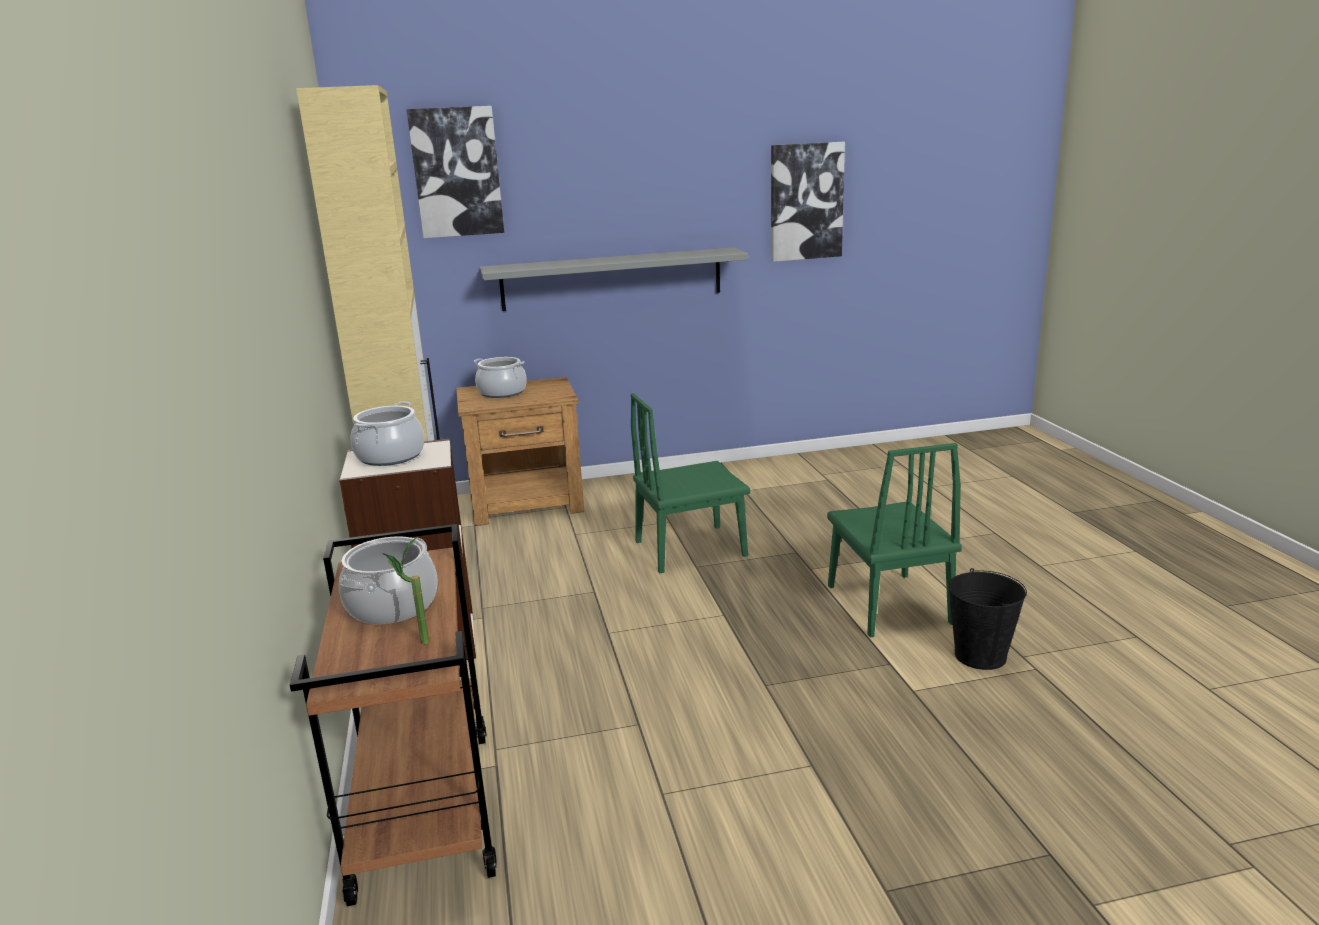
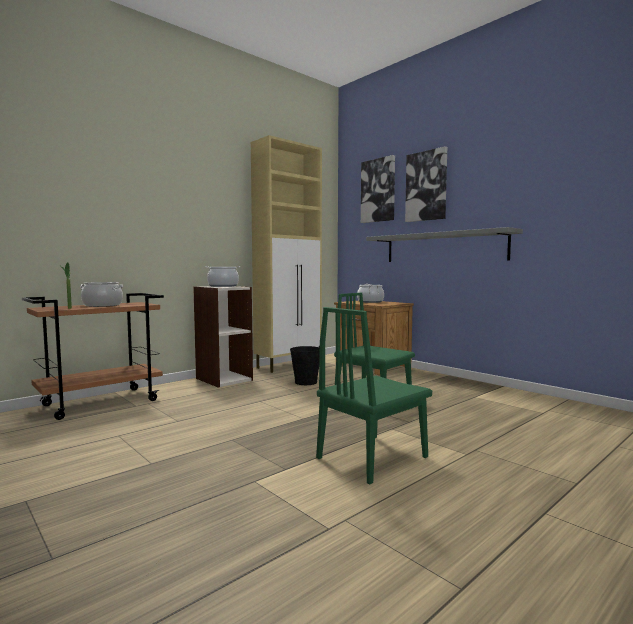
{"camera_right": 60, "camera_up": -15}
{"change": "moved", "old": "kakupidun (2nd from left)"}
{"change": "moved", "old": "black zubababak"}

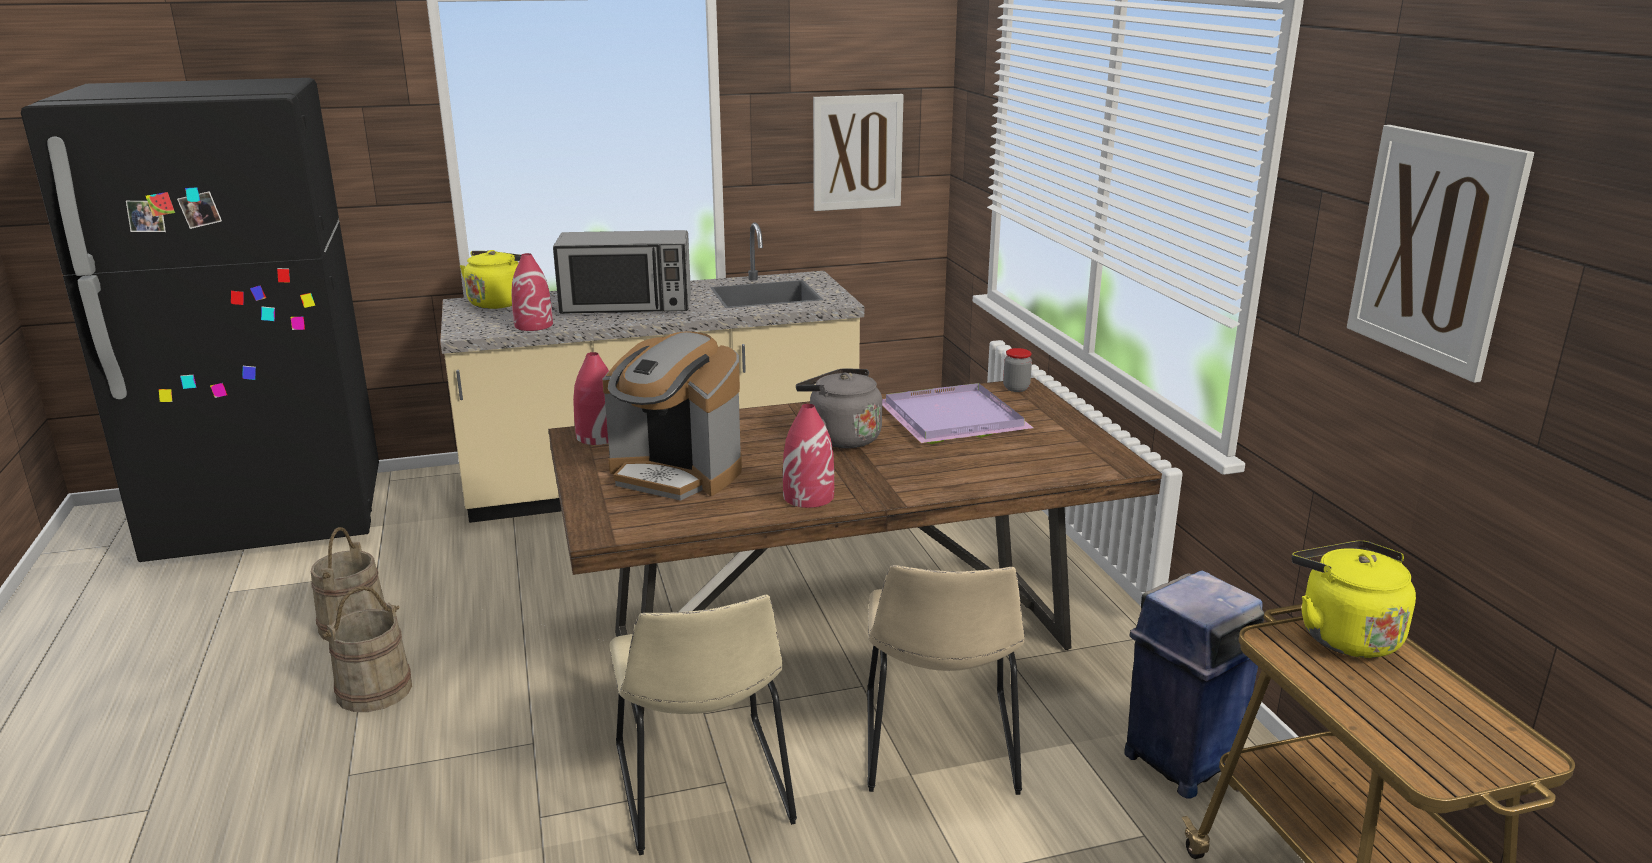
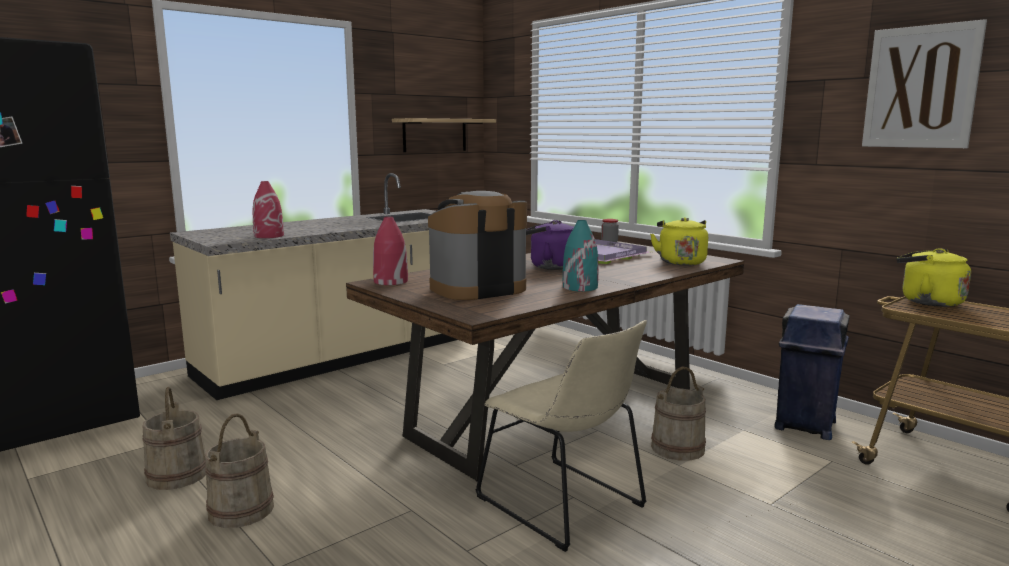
{"camera_right": -25, "camera_up": -10}
{"change": "moved", "old": "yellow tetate (1st from left)"}
{"change": "removed", "old": "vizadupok"}
{"change": "turned", "old": "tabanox", "degrees": 150}
{"change": "recoloured", "old": "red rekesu (3rd from left)", "new": "turquoise rekesu"}
{"change": "recoloured", "old": "grey tetate", "new": "purple tetate"}
{"change": "replaced", "old": "kakupidun (1st from left)", "new": "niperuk"}
{"change": "replaced", "old": "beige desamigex (2nd from left)", "new": "beige zubababak (3rd from left)"}

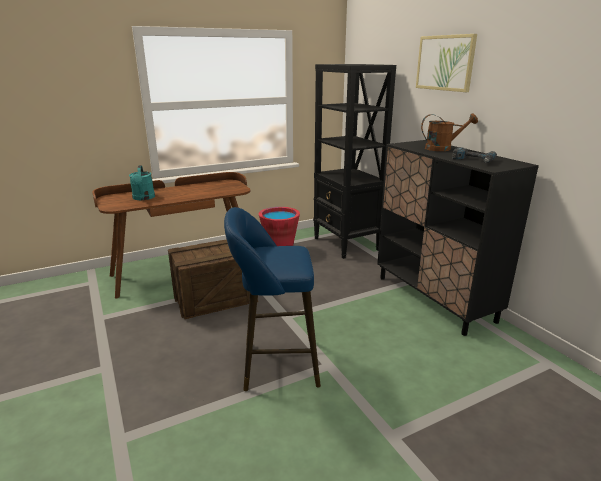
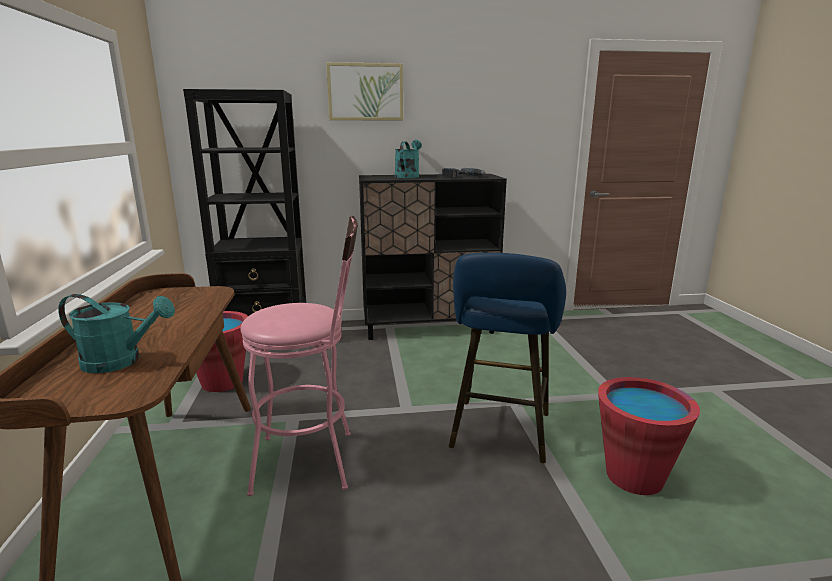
{"camera_right": -70, "camera_up": -5}
{"change": "replaced", "old": "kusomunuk", "new": "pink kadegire"}
{"change": "recoloured", "old": "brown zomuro", "new": "turquoise zomuro (2nd from left)"}
{"change": "added", "new": "red zubababak (2nd from left)"}

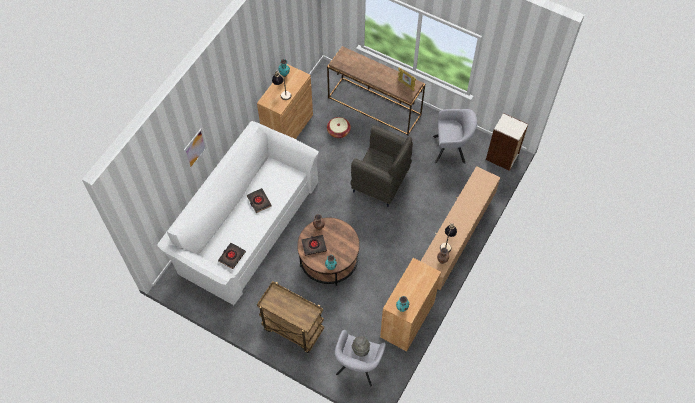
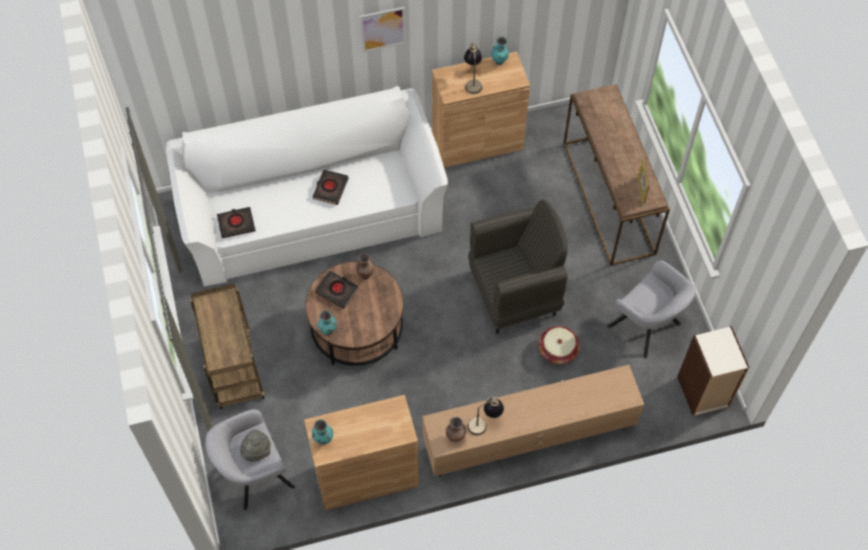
{"camera_right": 45, "camera_up": 0}
{"change": "moved", "old": "kakupidun"}
{"change": "moved", "old": "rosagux"}
{"change": "turned", "old": "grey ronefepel (2nd from left)", "degrees": -90}

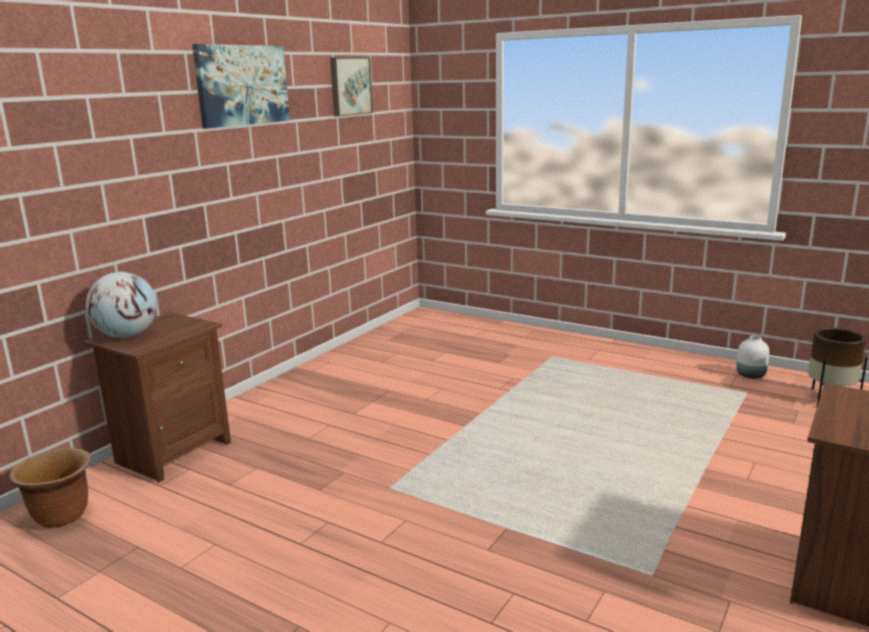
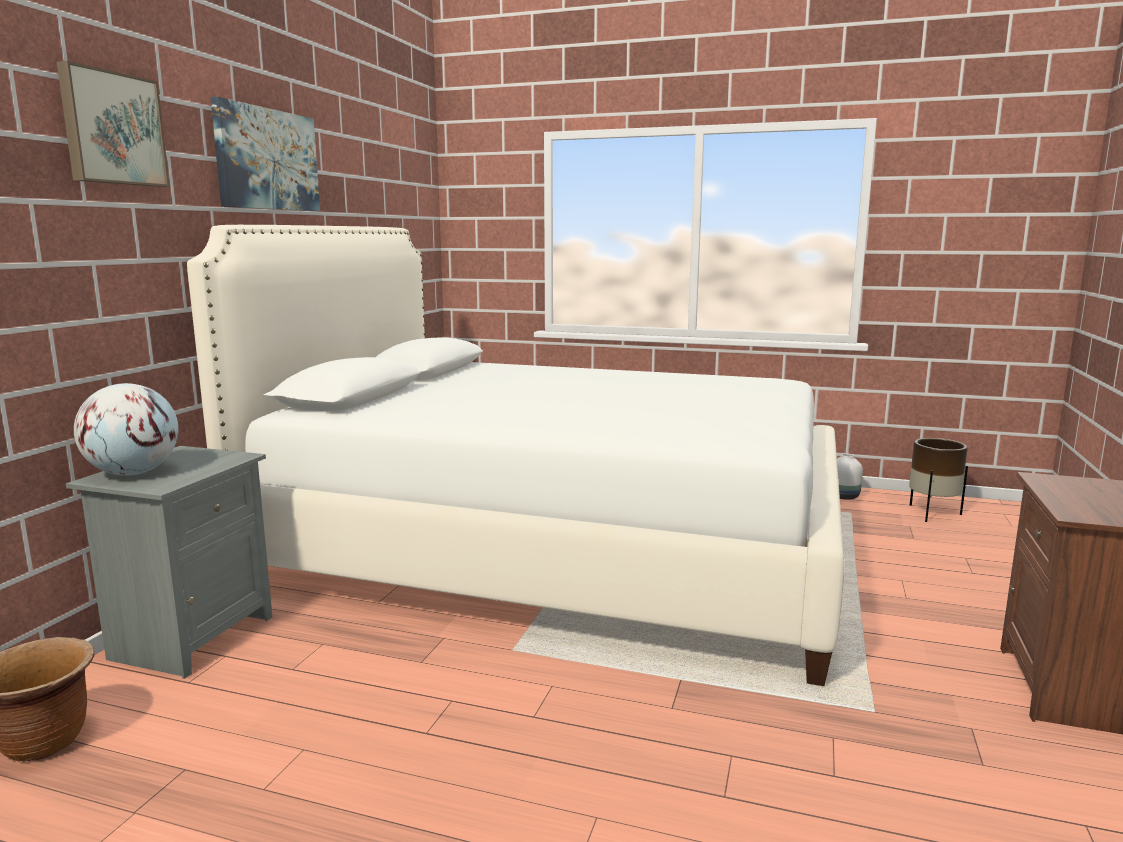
{"camera_right": -15, "camera_up": -5}
{"change": "recoloured", "old": "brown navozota (1st from left)", "new": "grey navozota"}
{"change": "moved", "old": "kakupidun (2nd from left in the first image)", "new": "kakupidun (1st from left)"}
{"change": "added", "new": "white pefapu"}

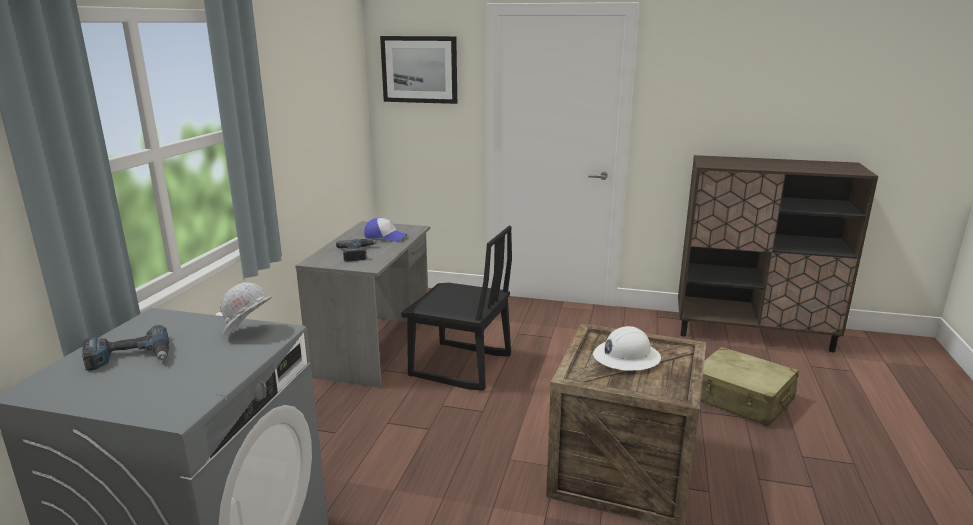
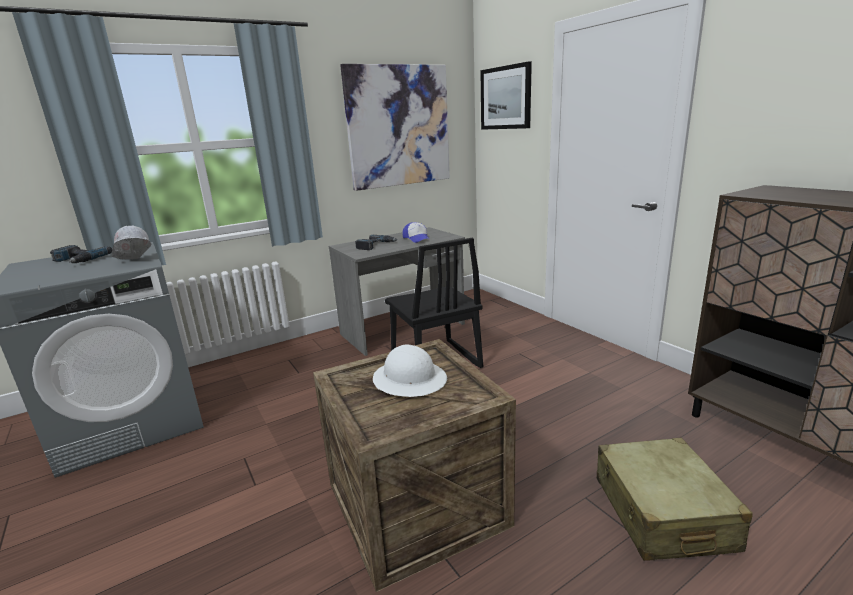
{"camera_right": 45, "camera_up": 0}
{"change": "added", "new": "kakupidun (1st from left)"}

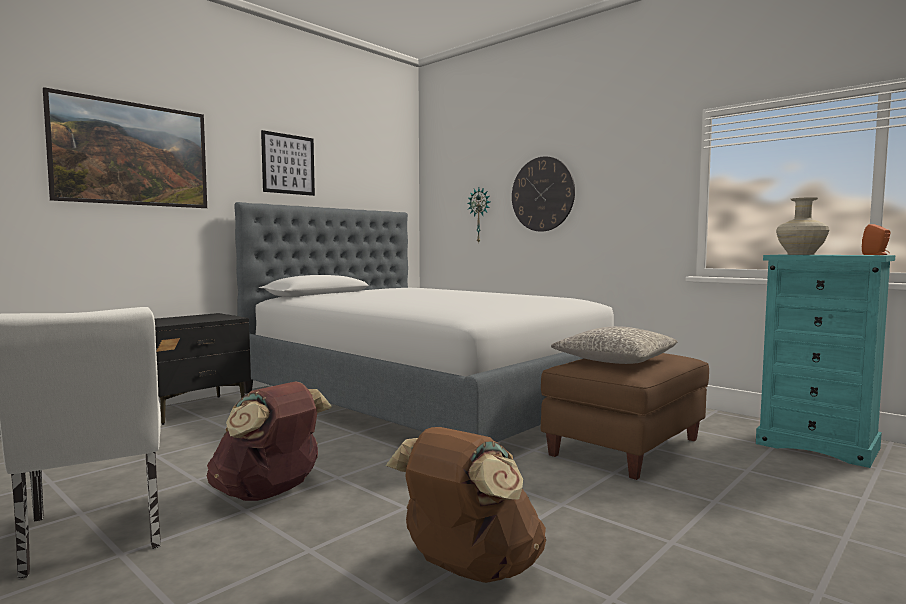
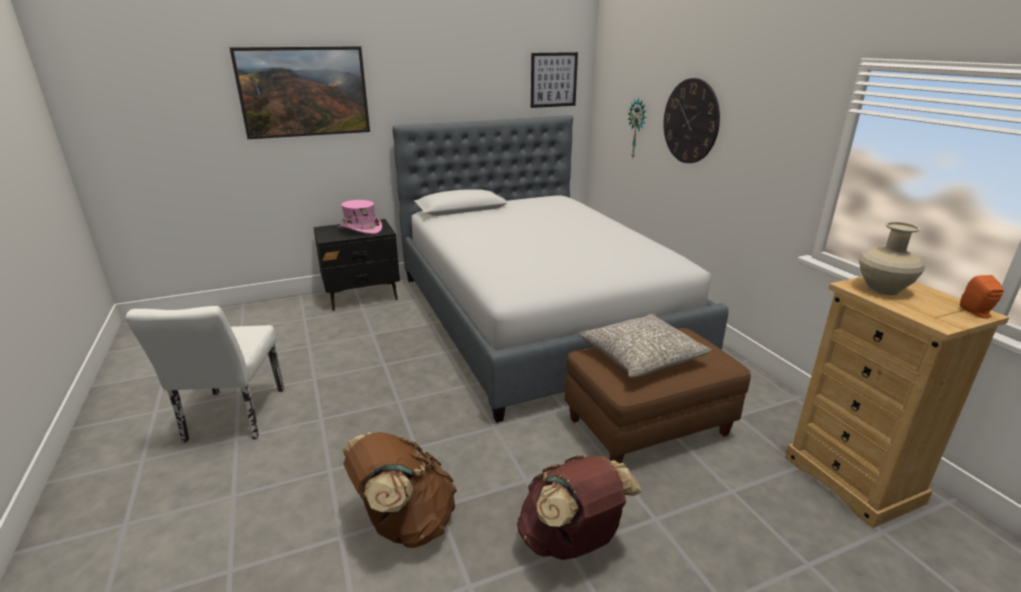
{"camera_right": 25, "camera_up": 20}
{"change": "moved", "old": "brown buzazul (1st from left in the first image)", "new": "brown buzazul (2nd from left)"}
{"change": "moved", "old": "kakupidun (2nd from left)"}
{"change": "recoloured", "old": "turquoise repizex", "new": "beige repizex"}
{"change": "added", "new": "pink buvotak"}

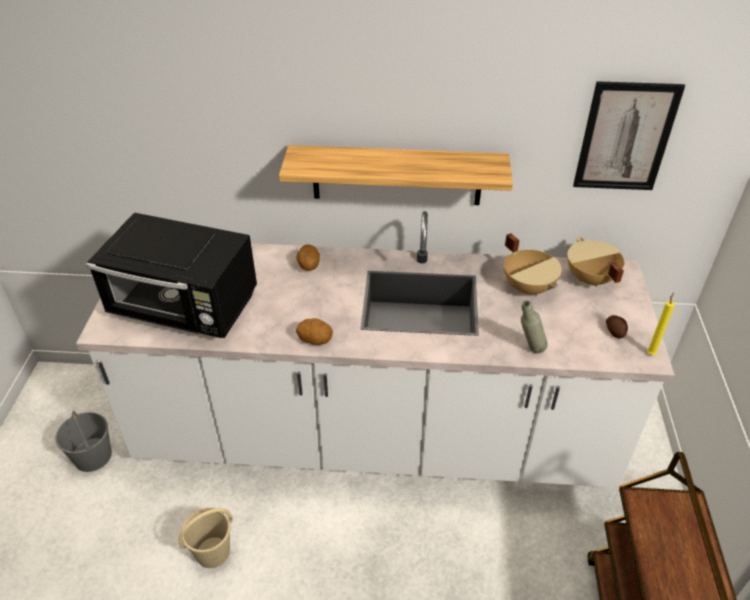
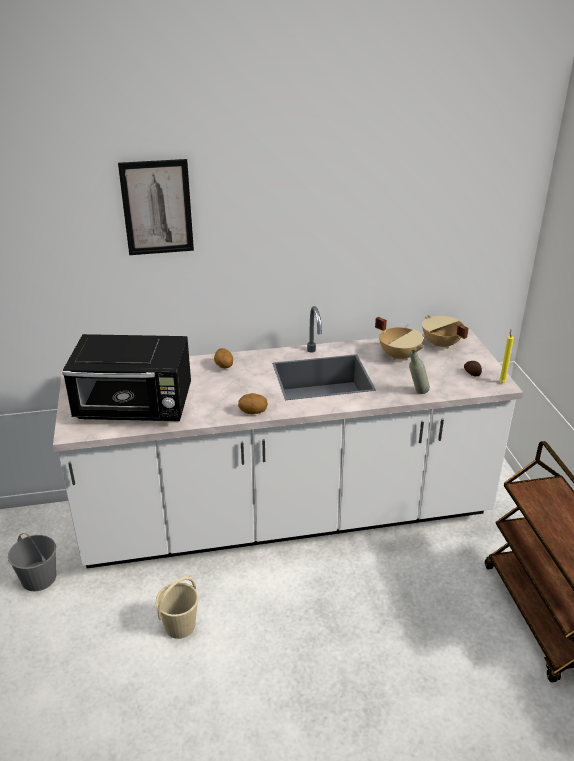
{"camera_right": -15, "camera_up": -10}
{"change": "removed", "old": "niperuk"}
{"change": "moved", "old": "kakupidun"}

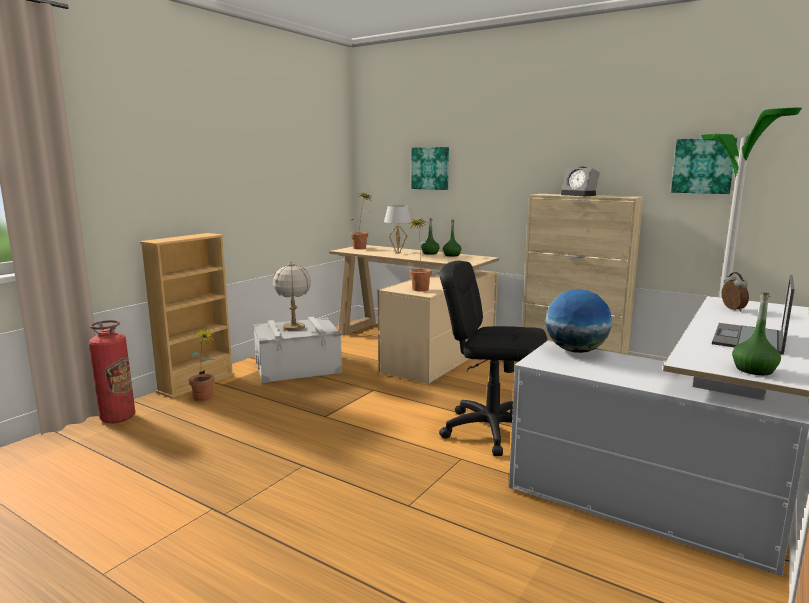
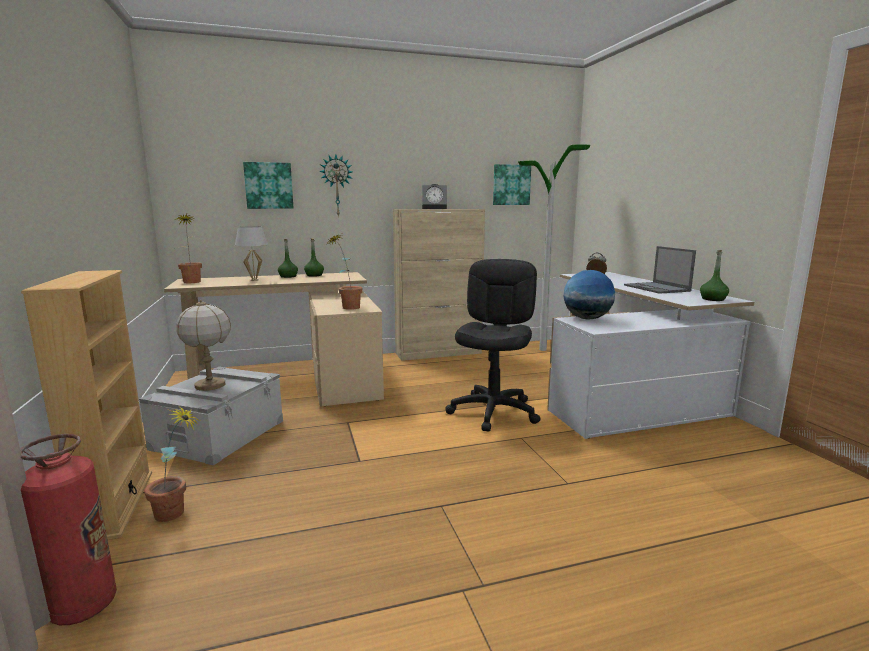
{"camera_right": -50, "camera_up": 0}
{"change": "turned", "old": "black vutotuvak", "degrees": 135}
{"change": "added", "new": "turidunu"}

